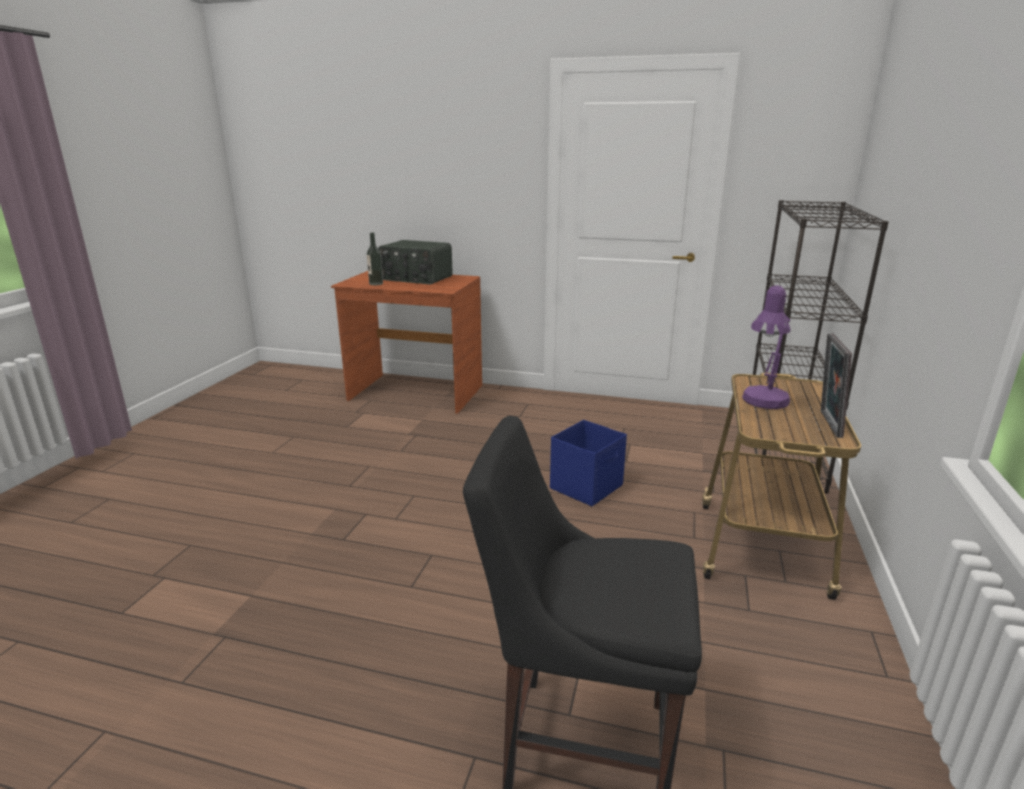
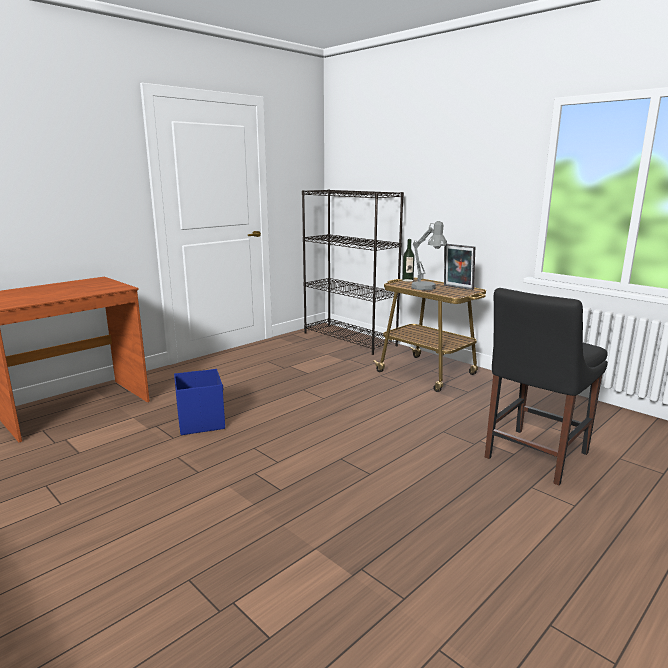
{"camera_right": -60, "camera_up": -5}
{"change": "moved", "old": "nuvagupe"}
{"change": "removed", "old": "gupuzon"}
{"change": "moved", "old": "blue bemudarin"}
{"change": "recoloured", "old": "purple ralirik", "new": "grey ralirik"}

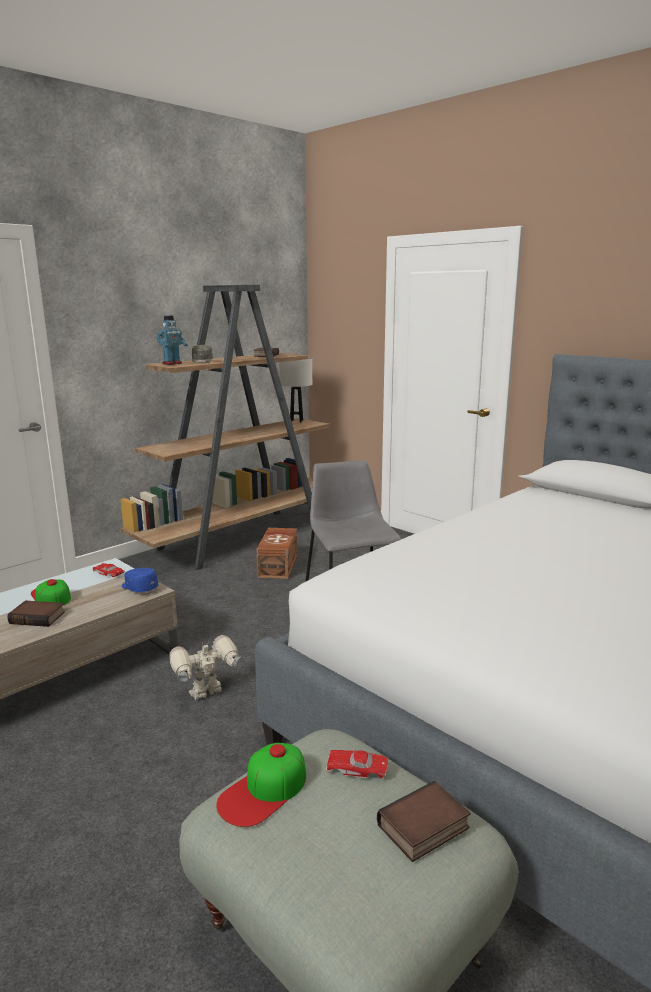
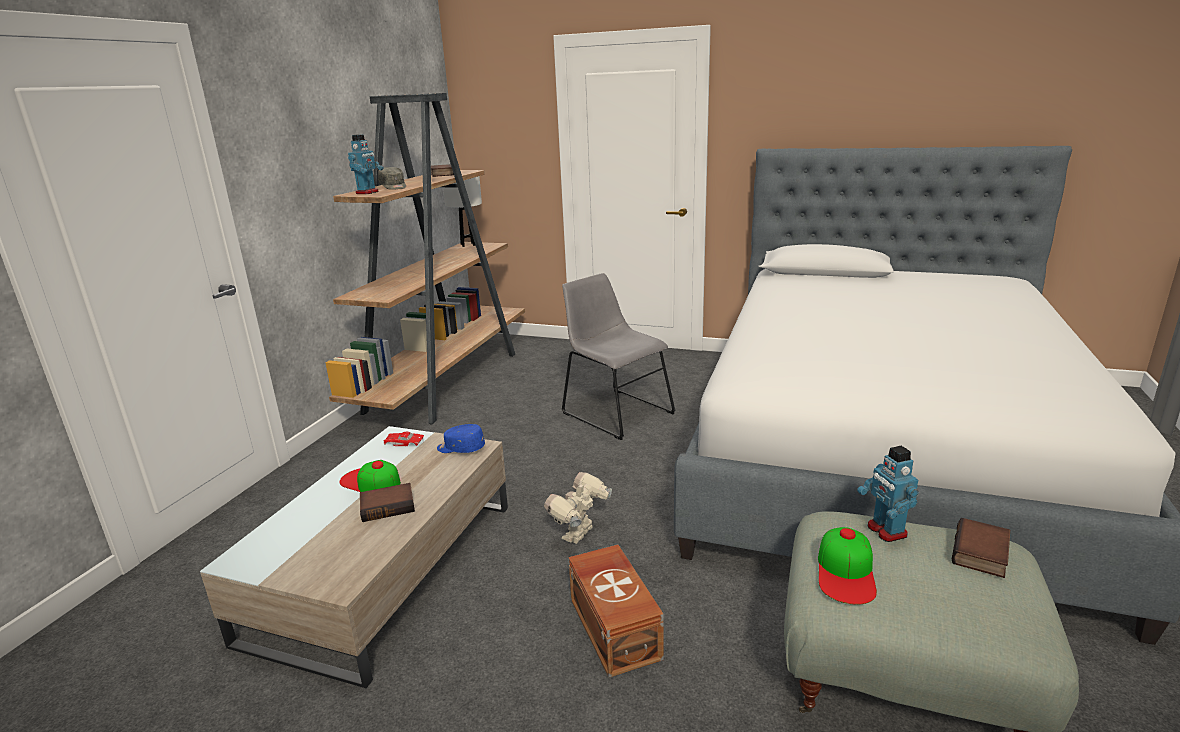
{"camera_right": -25, "camera_up": 5}
{"change": "moved", "old": "brown bemudarin"}
{"change": "replaced", "old": "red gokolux (2nd from left)", "new": "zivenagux (3rd from left)"}

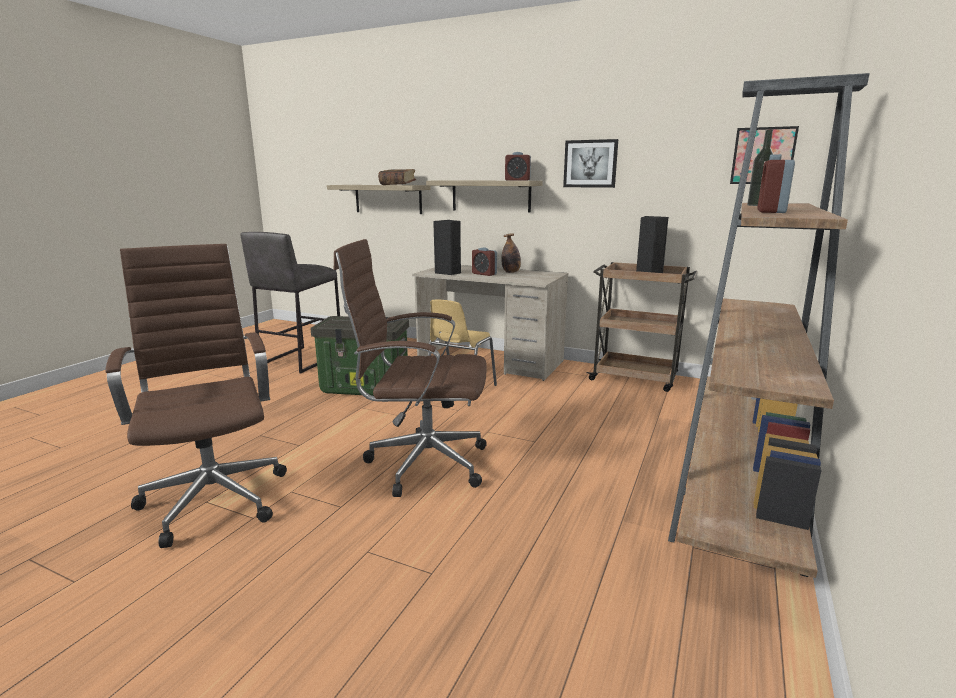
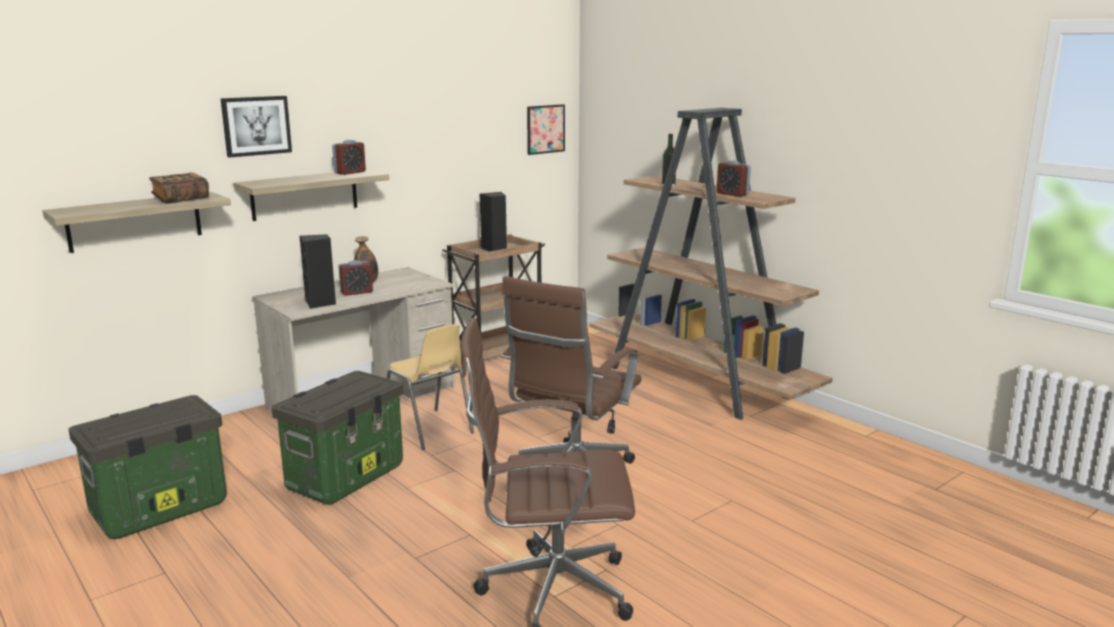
{"camera_right": -65, "camera_up": 0}
{"change": "replaced", "old": "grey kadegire", "new": "bemudarin (1st from left)"}
{"change": "moved", "old": "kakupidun (1st from left)"}

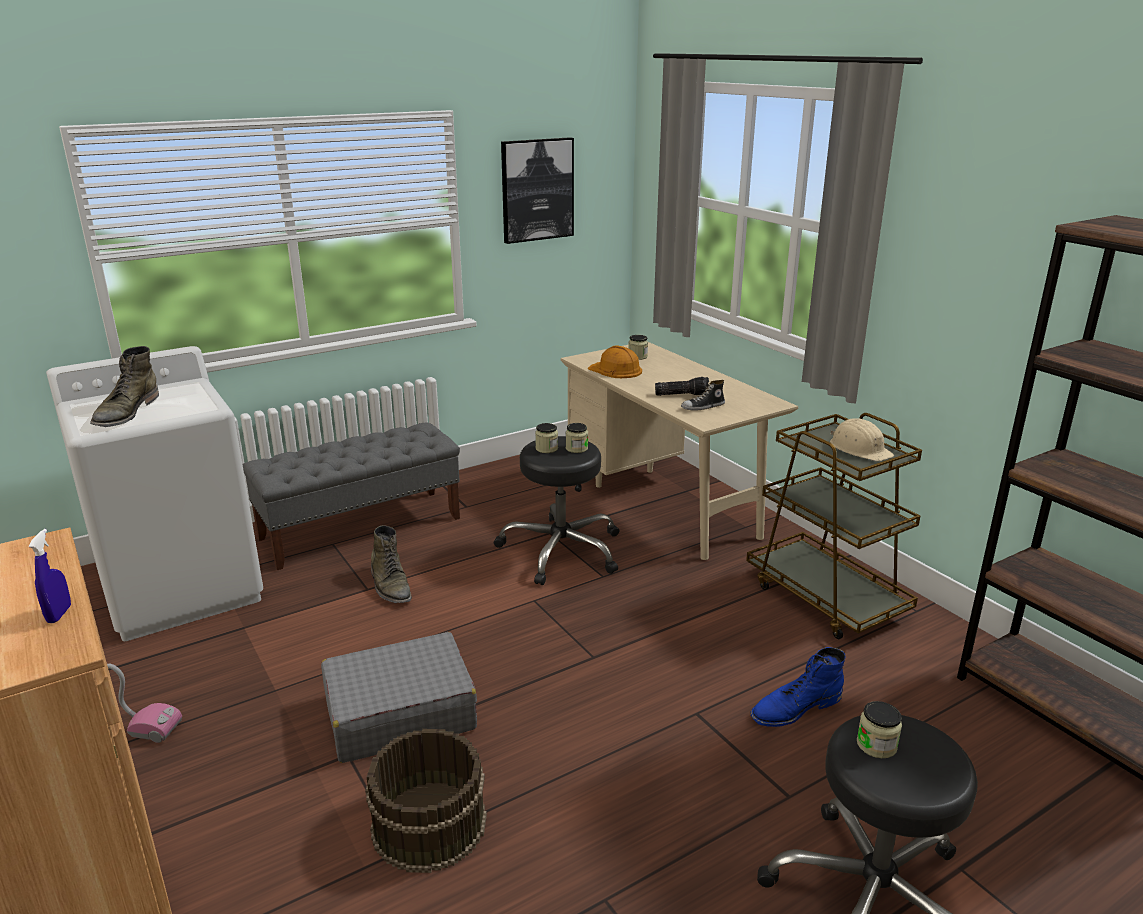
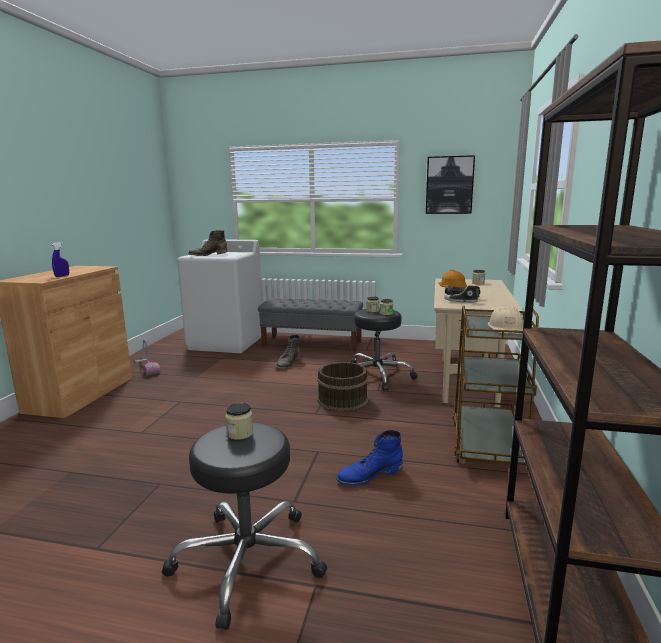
{"camera_right": 45, "camera_up": -10}
{"change": "removed", "old": "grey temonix"}
{"change": "moved", "old": "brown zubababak"}
{"change": "turned", "old": "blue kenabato", "degrees": -45}

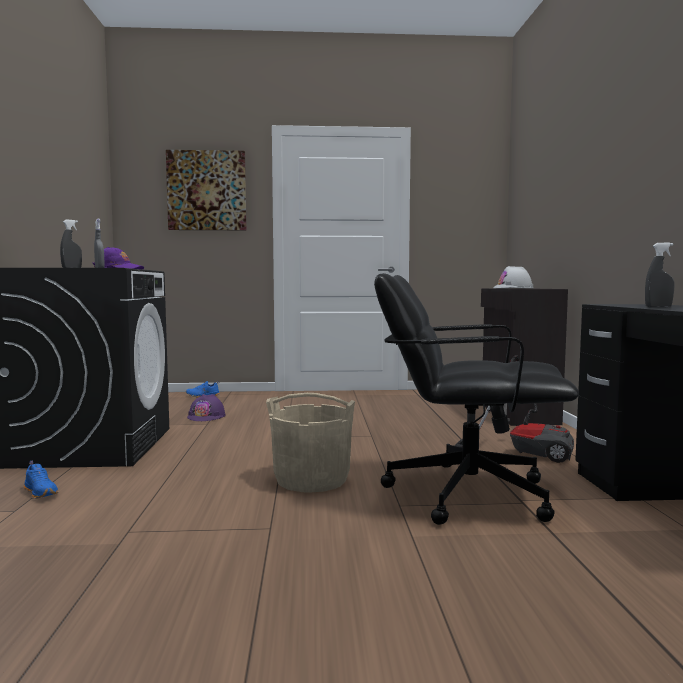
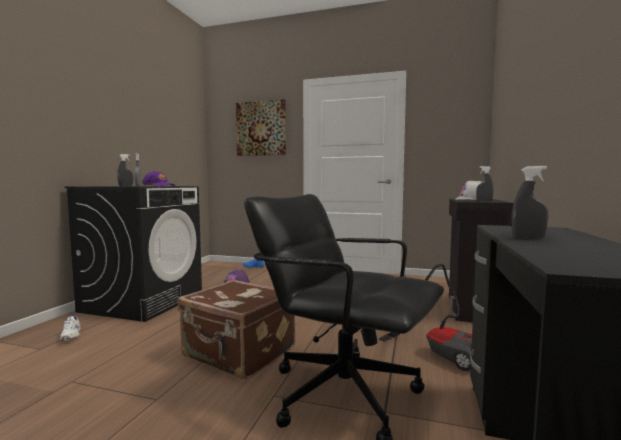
{"camera_right": 20, "camera_up": 0}
{"change": "recoloured", "old": "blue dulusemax (1st from left)", "new": "white dulusemax"}
{"change": "replaced", "old": "beige zubababak", "new": "brown temonix"}
{"change": "added", "new": "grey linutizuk (3rd from left)"}

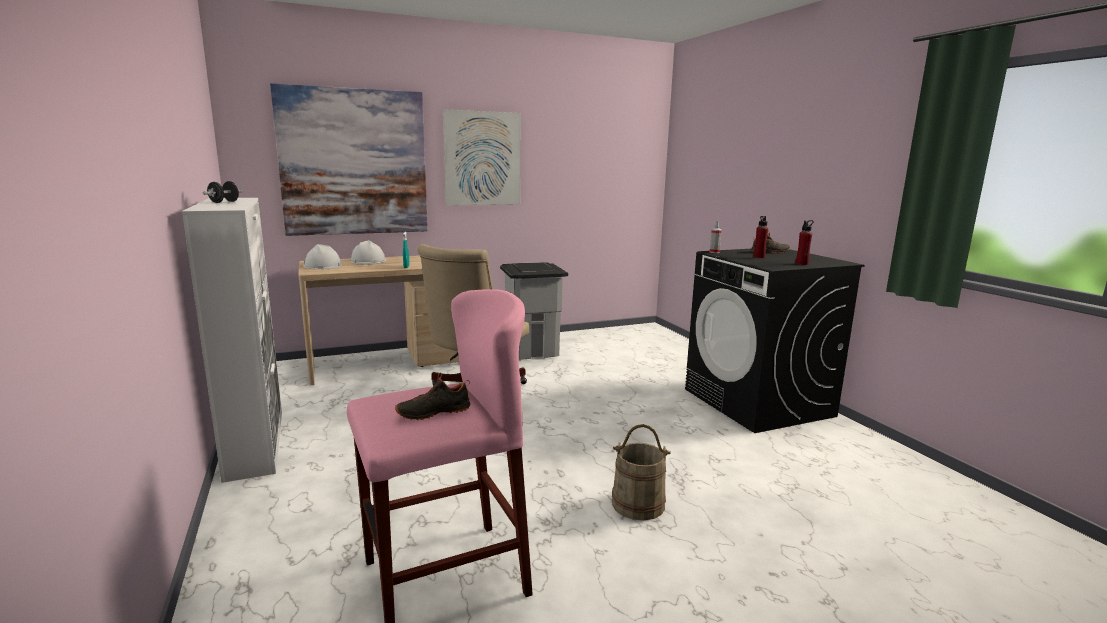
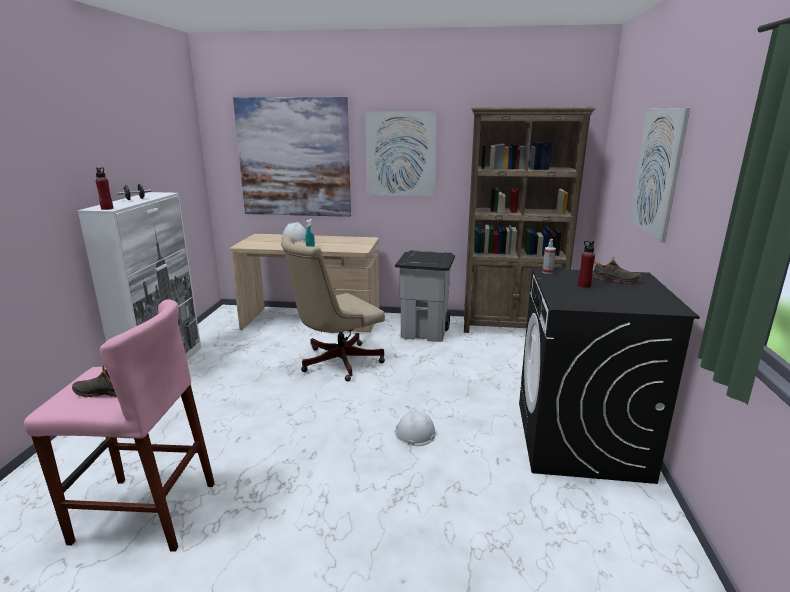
{"camera_right": 30, "camera_up": 5}
{"change": "moved", "old": "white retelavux (1st from left in the first image)", "new": "white retelavux (2nd from left)"}
{"change": "removed", "old": "beige zubababak"}
{"change": "moved", "old": "red nuvagupe (2nd from left in the first image)", "new": "red nuvagupe (1st from left)"}
{"change": "added", "new": "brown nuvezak"}
{"change": "added", "new": "kakupidun (3rd from left)"}

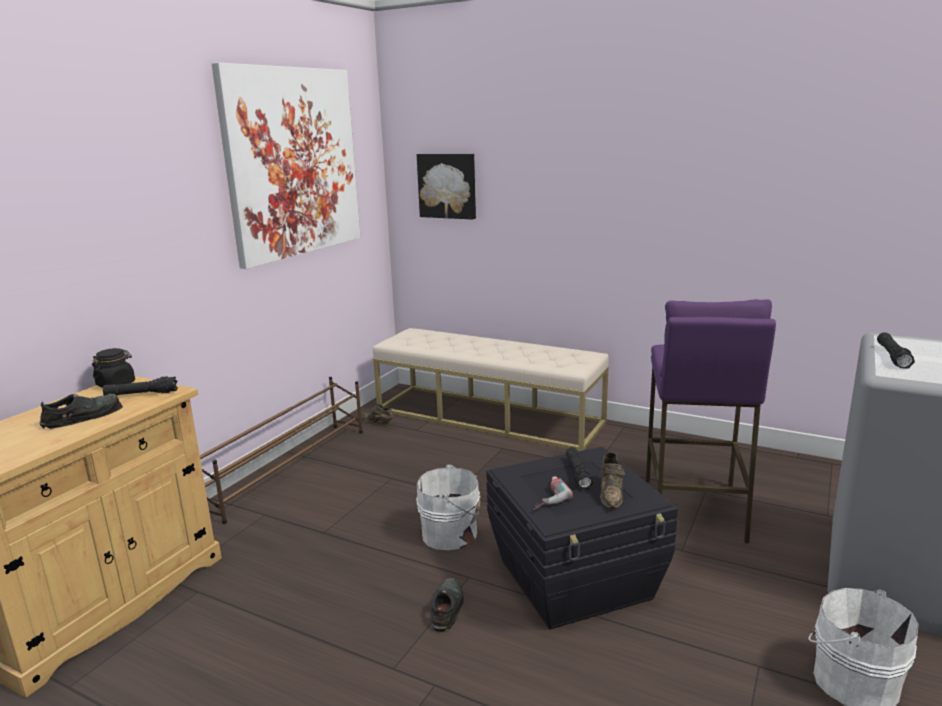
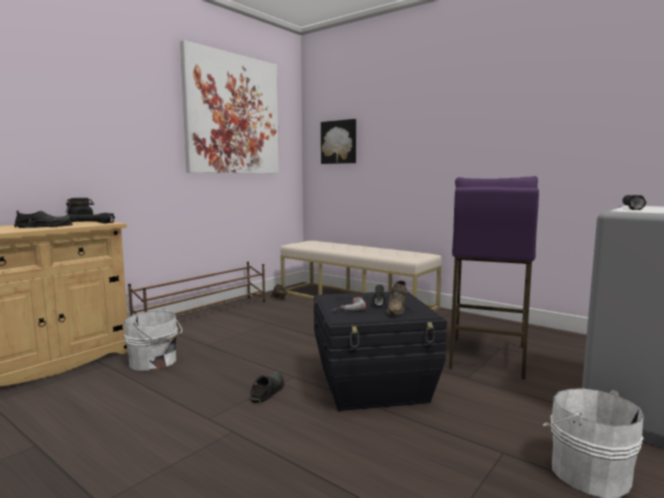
{"camera_right": 10, "camera_up": -10}
{"change": "moved", "old": "white zubababak (1st from left)"}

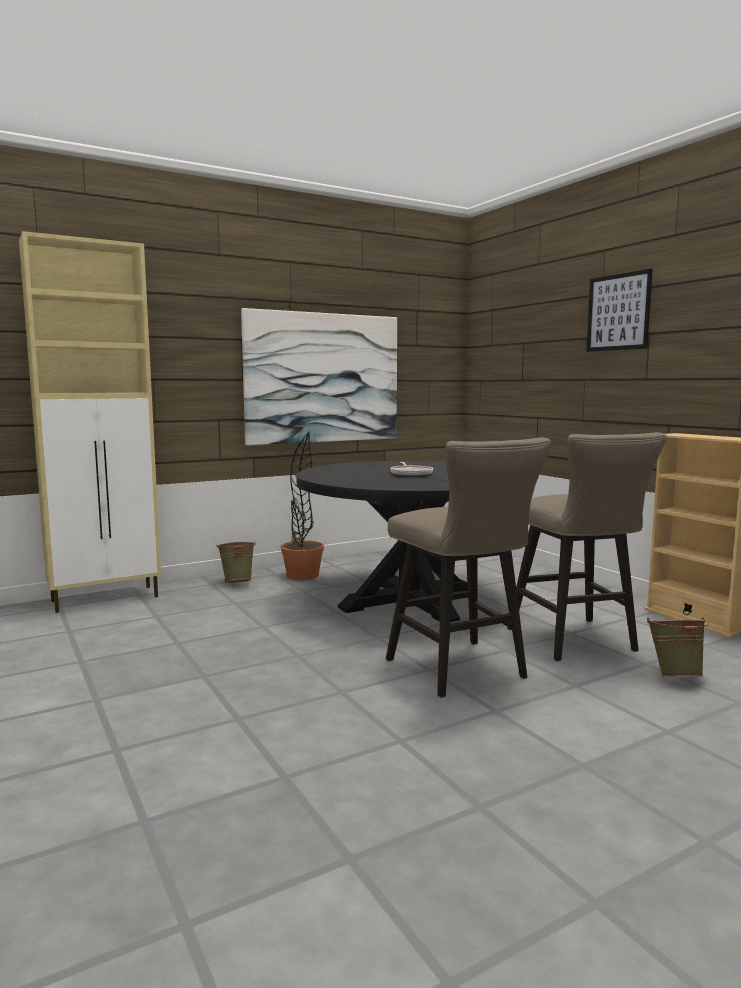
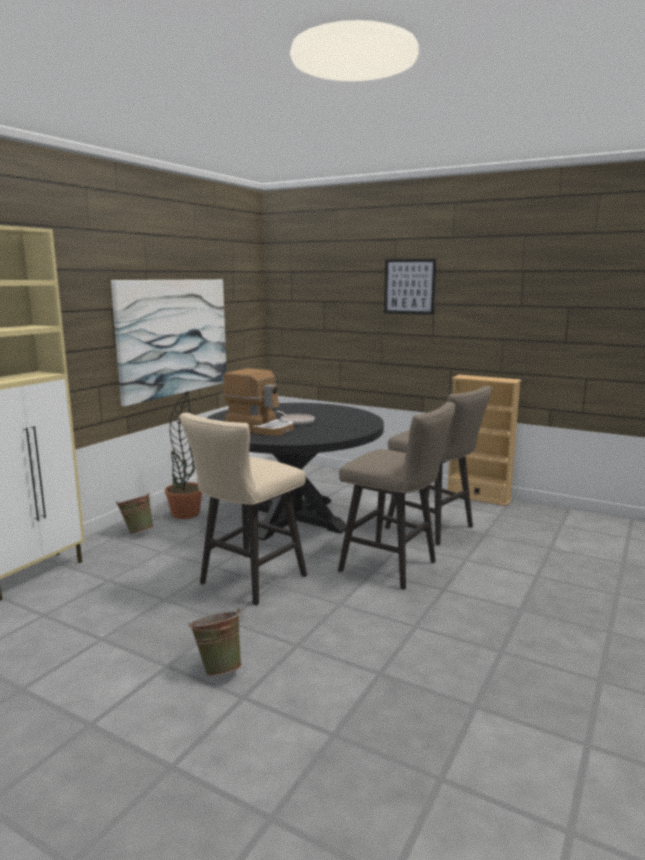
{"camera_right": -30, "camera_up": 5}
{"change": "moved", "old": "green zubababak (2nd from left)"}
{"change": "added", "new": "beige kadegire (1st from left)"}
{"change": "added", "new": "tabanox"}

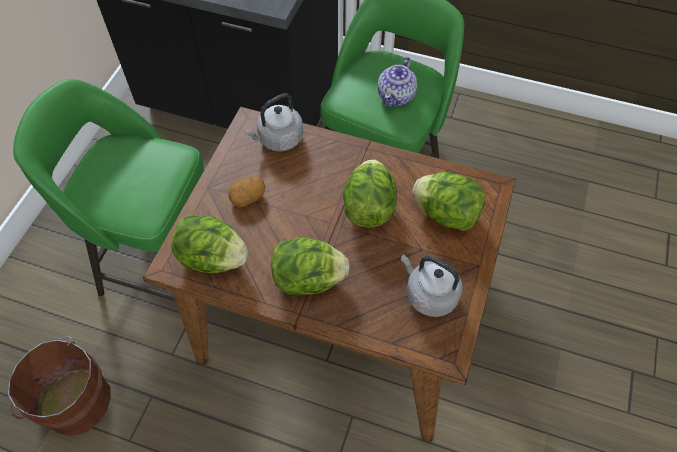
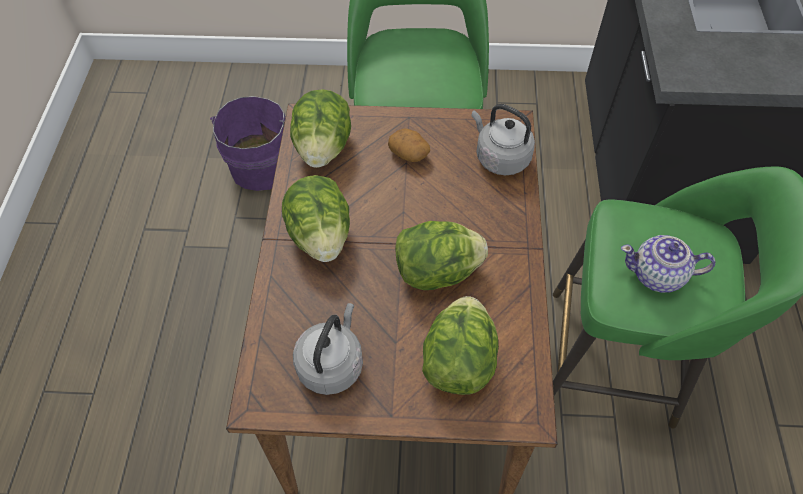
{"camera_right": 75, "camera_up": 0}
{"change": "recoloured", "old": "brown zubababak", "new": "purple zubababak"}

